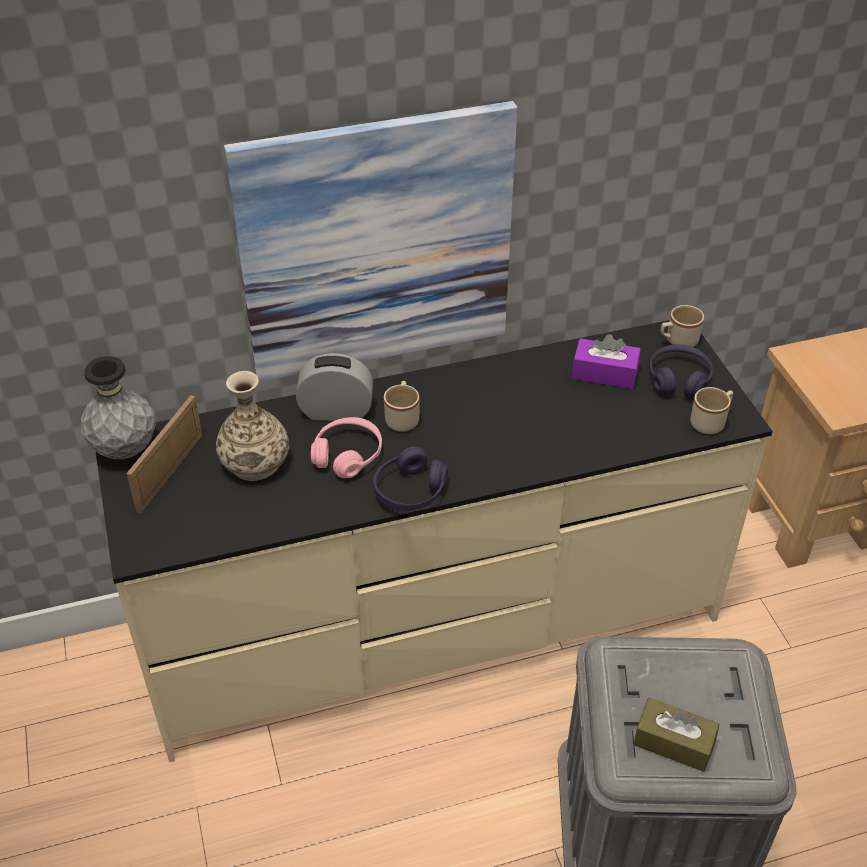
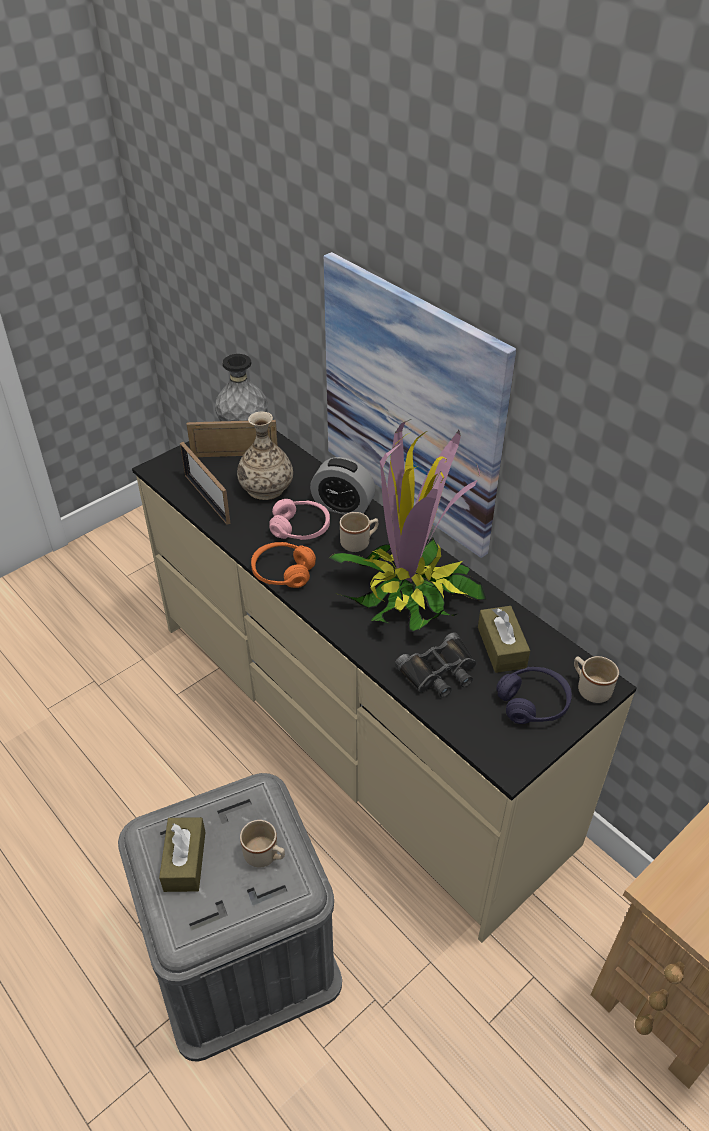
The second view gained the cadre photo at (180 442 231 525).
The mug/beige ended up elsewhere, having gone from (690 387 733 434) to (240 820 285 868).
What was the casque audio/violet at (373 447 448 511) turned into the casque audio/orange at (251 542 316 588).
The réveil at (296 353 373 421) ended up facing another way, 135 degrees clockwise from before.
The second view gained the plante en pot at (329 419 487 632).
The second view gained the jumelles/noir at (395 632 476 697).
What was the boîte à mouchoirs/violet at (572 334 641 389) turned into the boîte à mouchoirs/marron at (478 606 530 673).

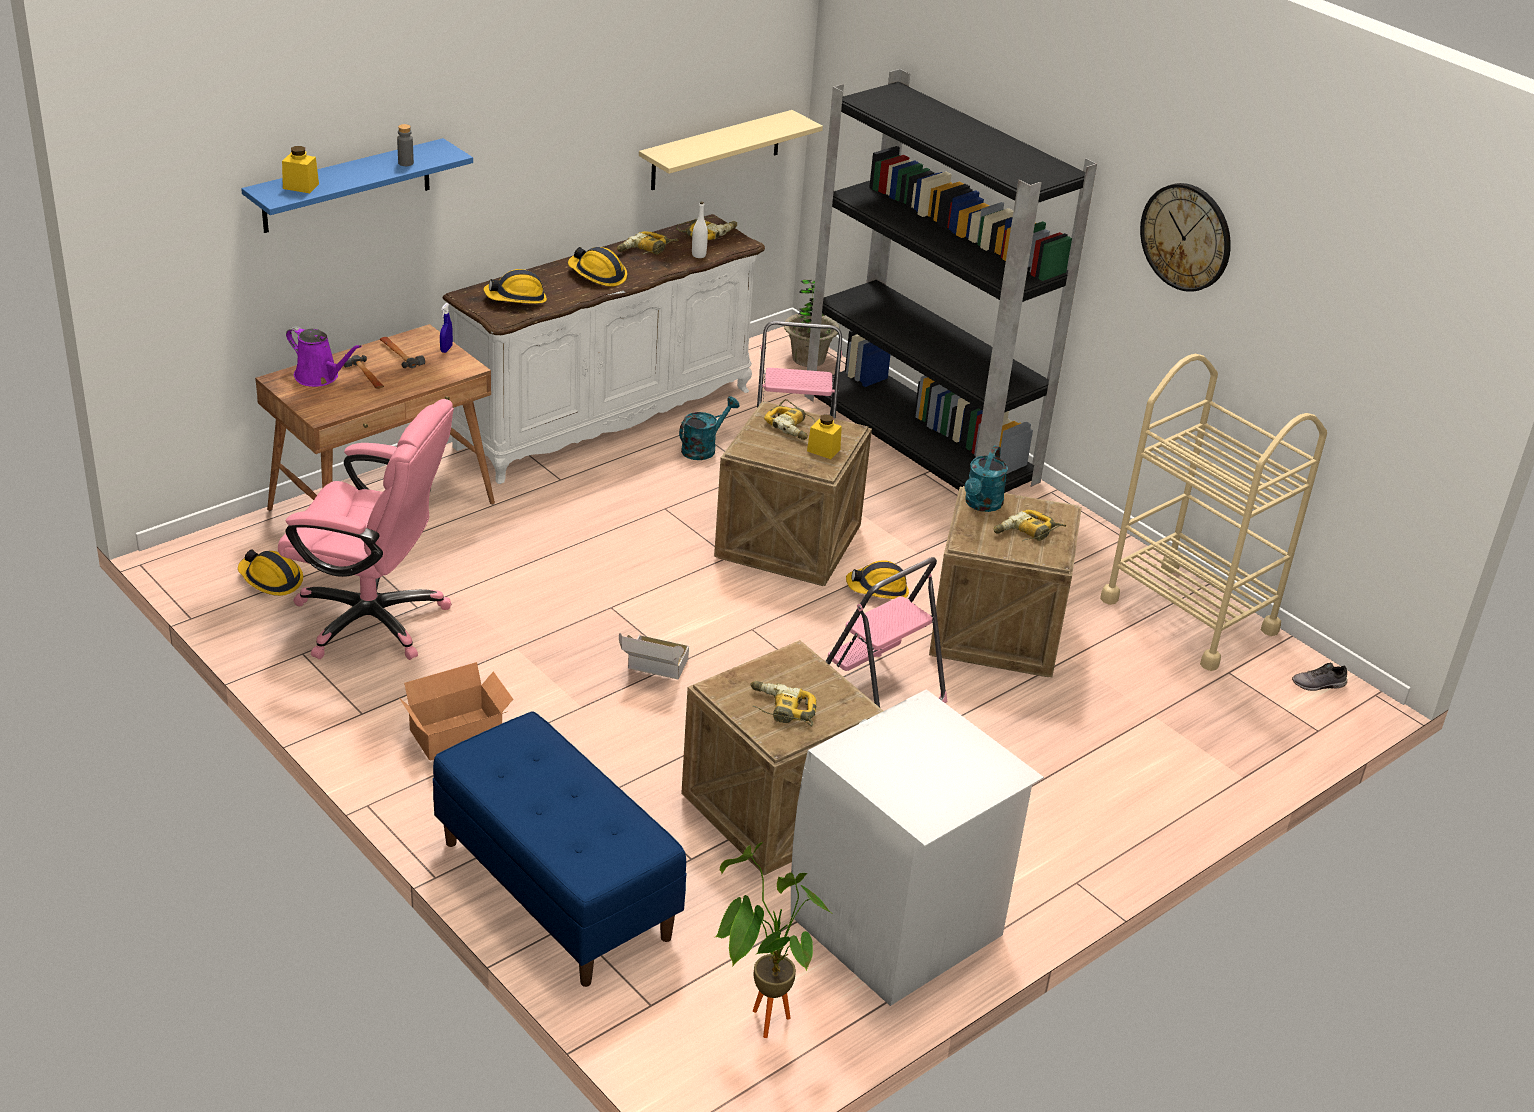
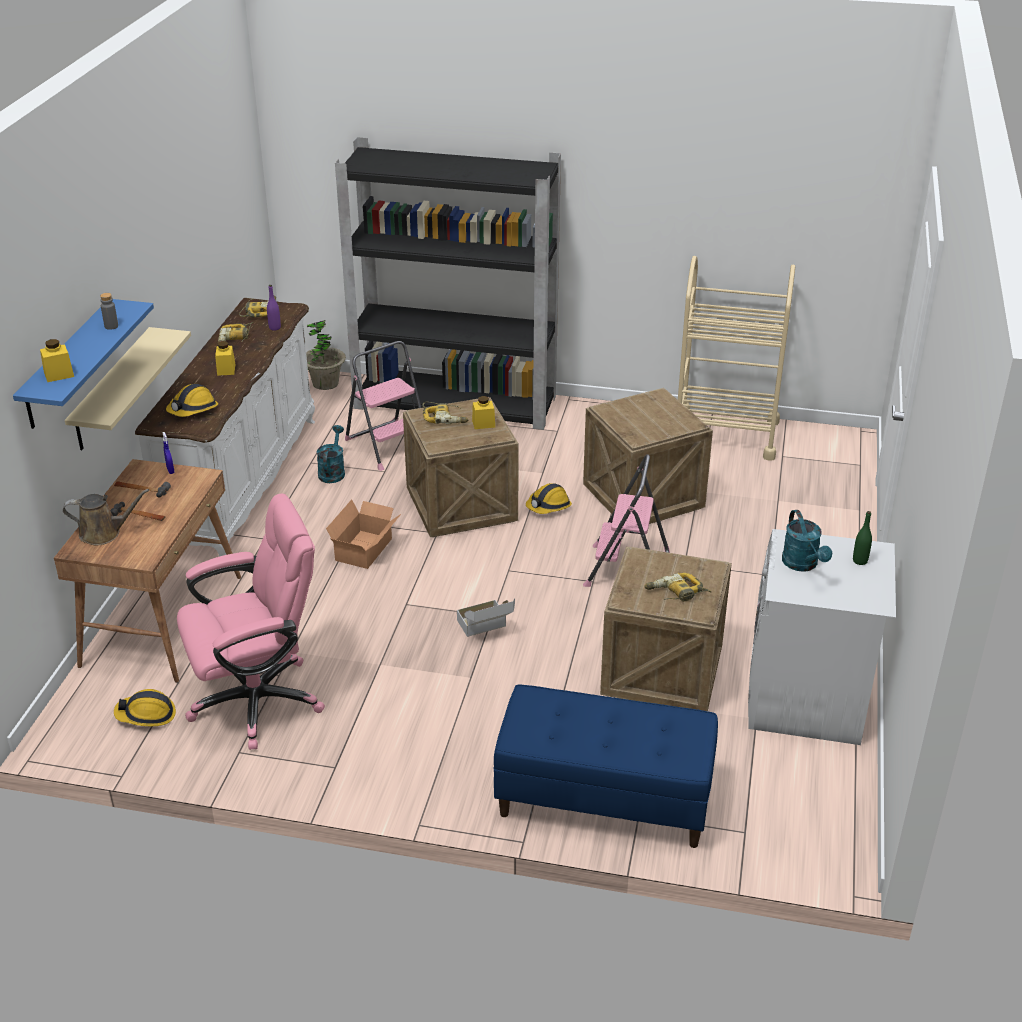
What was the arrosoir/violet at (286 326 362 387) turned into the arrosoir/marron at (63 489 149 545).
The étagère/beige ended up elsewhere, having gone from (639 110 823 190) to (65 327 191 450).
Where the casque de chantier stood at (568 247 627 286), the bocal/jaune came to stand at (215 341 235 376).
What was the bouteille/blanc at (692 202 708 258) turned into the bouteille/violet at (267 285 281 331).
The carton ended up elsewhere, having gone from (399 662 513 761) to (326 499 401 569).
The arrosoir/turquoise ended up elsewhere, having gone from (965 445 1008 512) to (782 510 832 572).
The second view gained the bouteille/vert at (853 511 872 565).
The second view lost the plante en pot at (715 842 831 1038).
The second view lost the perceuse at (994 510 1066 541).
The second view lost the horloge murale at (1140 183 1231 292).
The second view lost the chaussure/gris at (1292 663 1347 691).

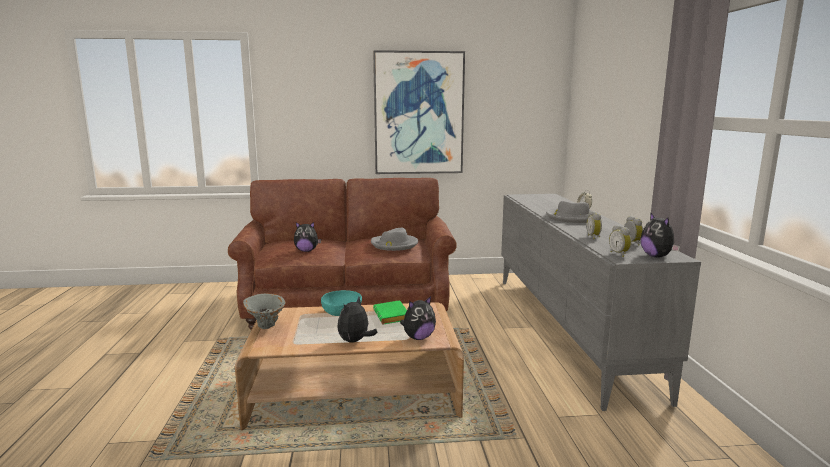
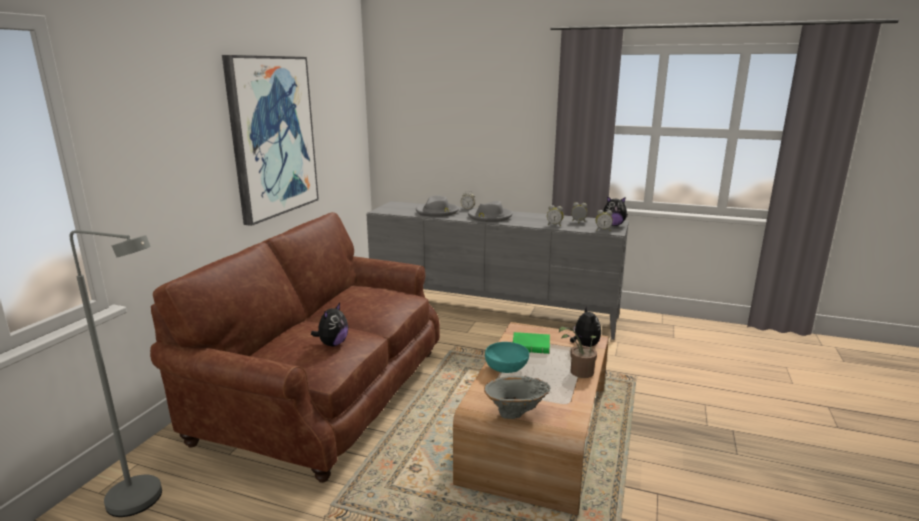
The second view gained the lampadaire/gris at (70 230 162 517).
The chapeau/gris ended up elsewhere, having gone from (371 228 418 251) to (416 195 459 217).
Where the peluche stood at (337 297 378 343), the plante en pot came to stand at (559 327 597 378).

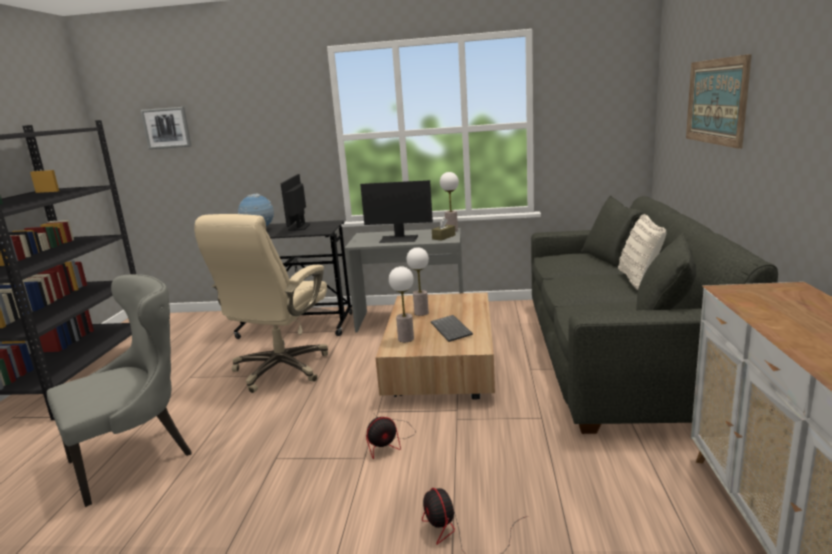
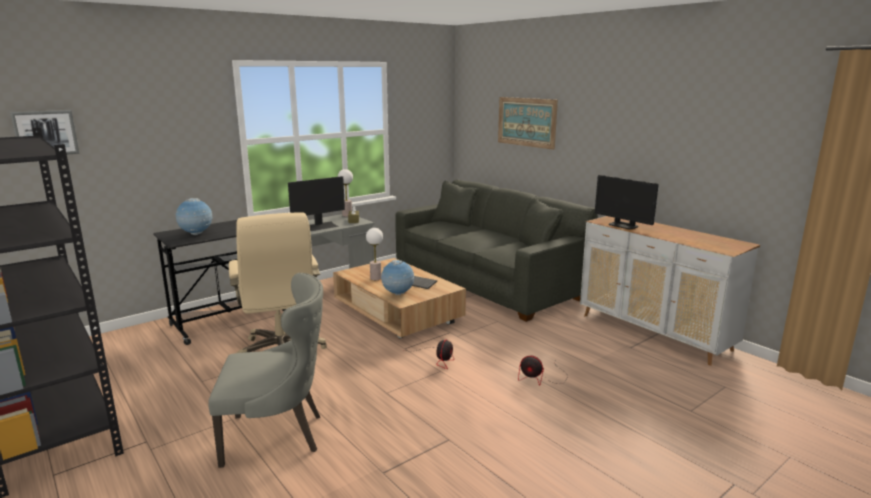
The chaise/gris at (47 274 192 507) ended up facing another way, 75 degrees clockwise from before.
Where the lampe de table stood at (389 266 414 342), the globe came to stand at (381 260 414 295).
The écran d'ordinateur ended up elsewhere, having gone from (281 174 310 231) to (595 175 659 230).
The second view lost the coussin/beige at (618 214 666 290).

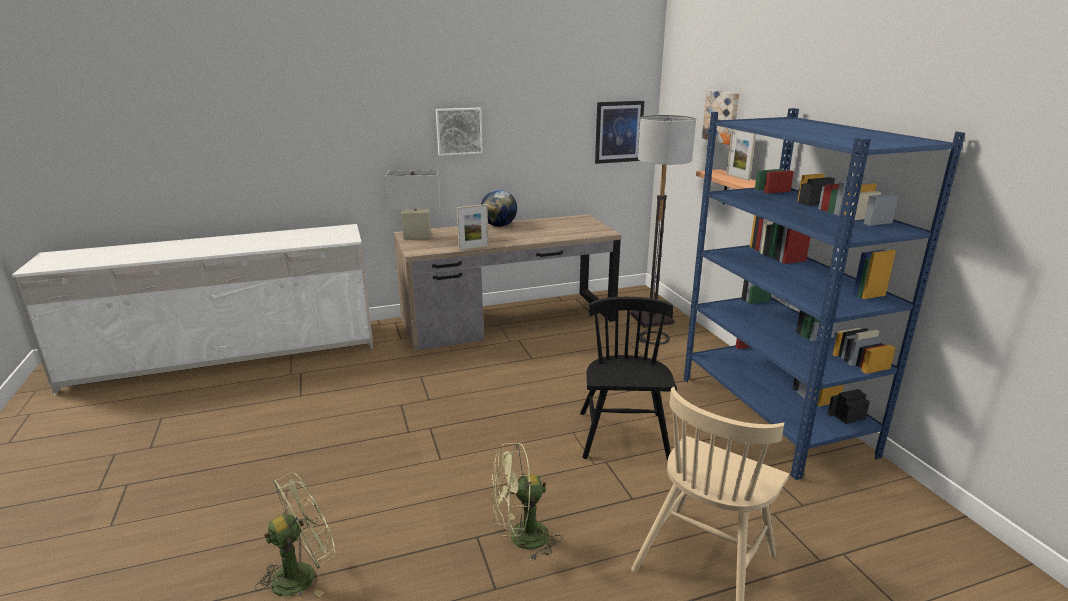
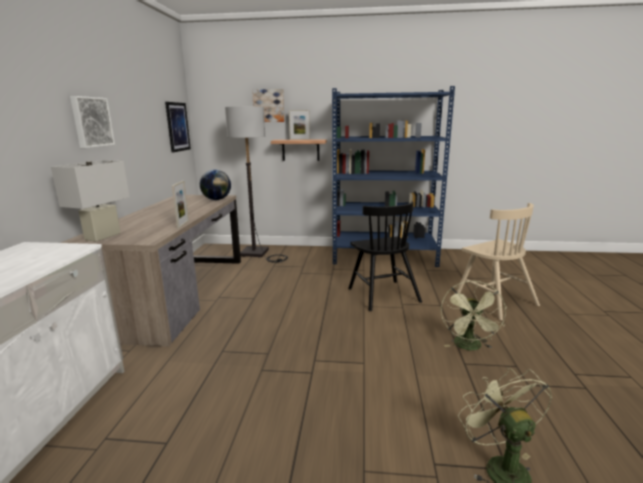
The globe ended up elsewhere, having gone from (481 190 517 227) to (200 169 231 200).
The chaise/noir at (580 297 677 460) ended up facing another way, 135 degrees counterclockwise from before.

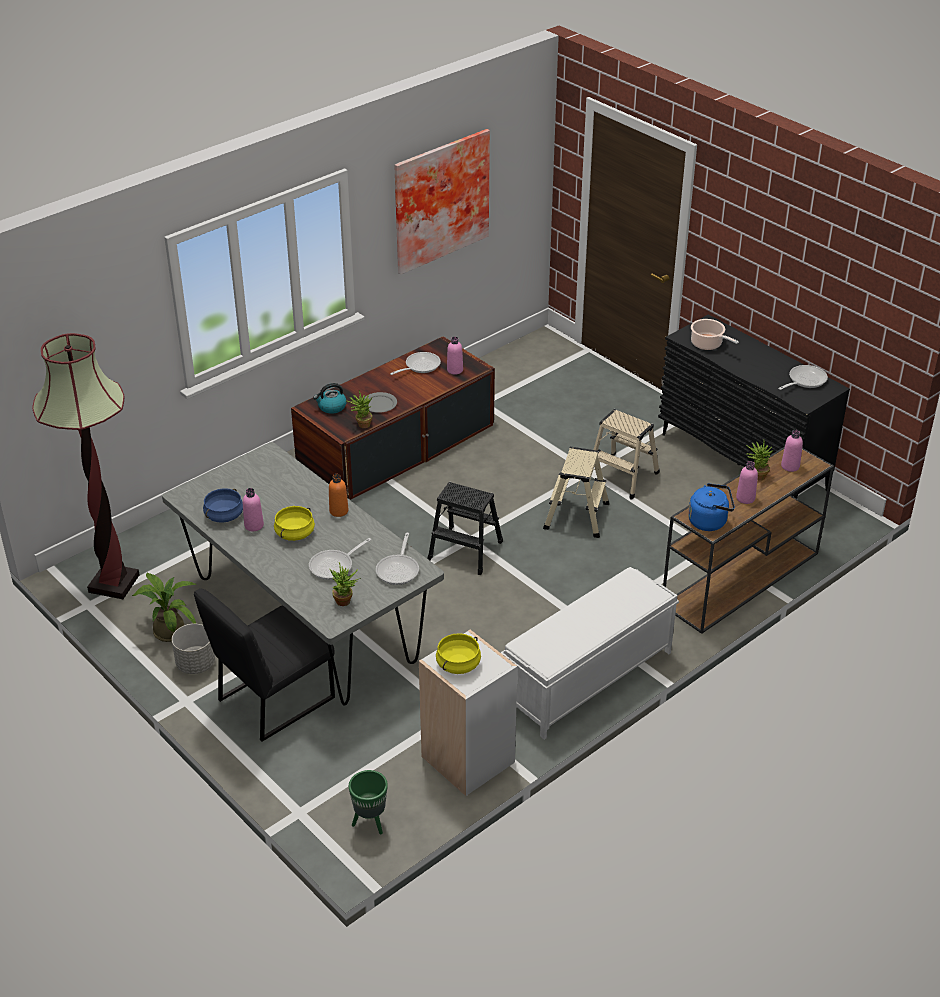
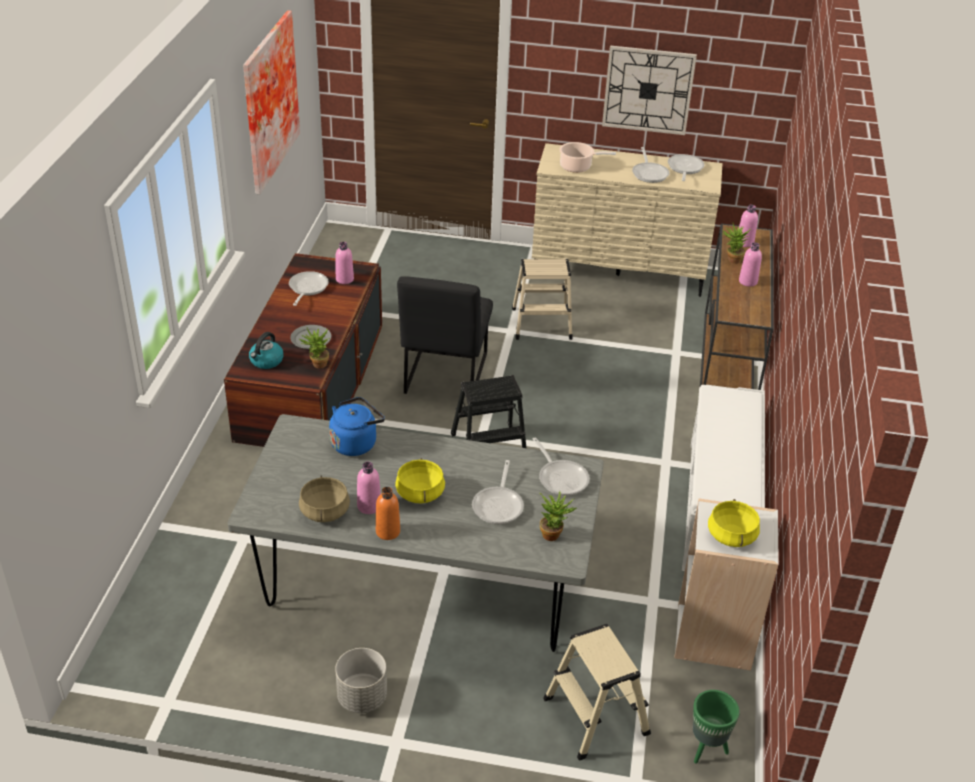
What was the marmite/bleu at (203 488 243 523) turned into the marmite/beige at (299 476 350 522).
The bouilloire/bleu ended up elsewhere, having gone from (688 483 735 531) to (329 397 385 456).
The bouteille/orange ended up elsewhere, having gone from (329 474 349 517) to (376 487 400 540).
The chaise/noir ended up elsewhere, having gone from (194 588 335 742) to (397 276 493 394).
What was the commode/noir at (658 314 850 499) turned into the commode/beige at (532 143 722 297).
The escabeau/beige ended up elsewhere, having gone from (543 447 610 538) to (543 623 651 760).
The second view gained the horloge murale at (602 45 697 135).
The second view gained the poêle at (632 147 669 183).
The second view lost the lampadaire at (32 333 140 599).
The second view lost the plante en pot at (132 572 197 642).

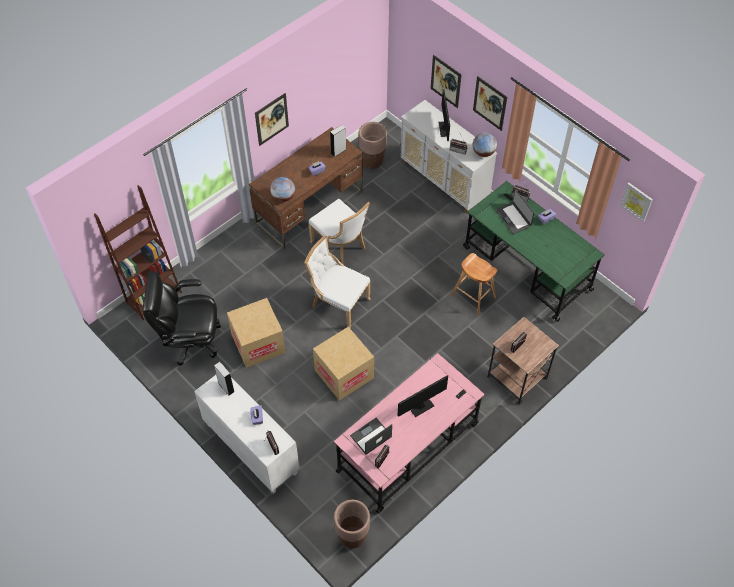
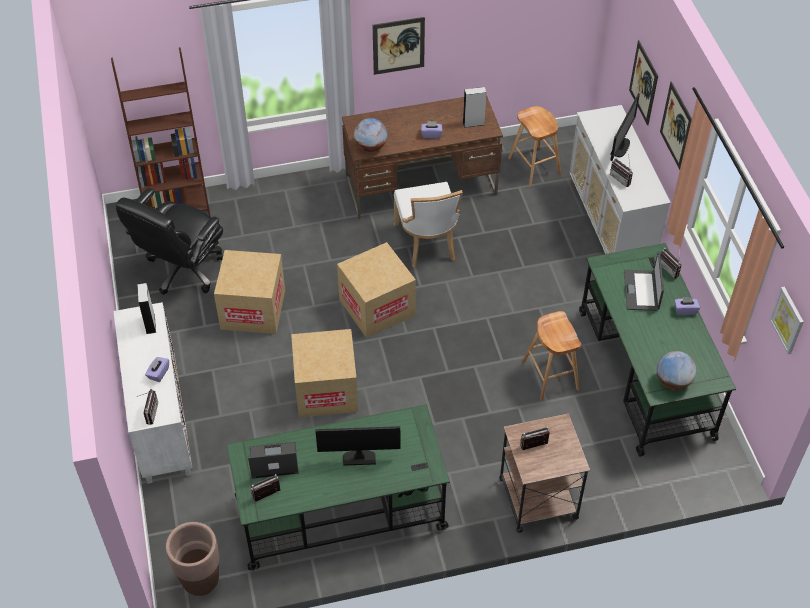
The chaise de bureau/noir at (143 271 221 366) ended up facing another way, 90 degrees counterclockwise from before.
What was the bureau/rose at (334 353 485 514) turned into the bureau/vert at (227 404 450 571).
Where the chaise/blanc stood at (304 235 371 329), the carton came to stand at (337 242 416 338).
Where the cache-pot/marron stood at (359 122 387 169), the tabouret/marron came to stand at (508 106 561 187).
The globe ended up elsewhere, having gone from (473 132 497 157) to (657 351 696 390).

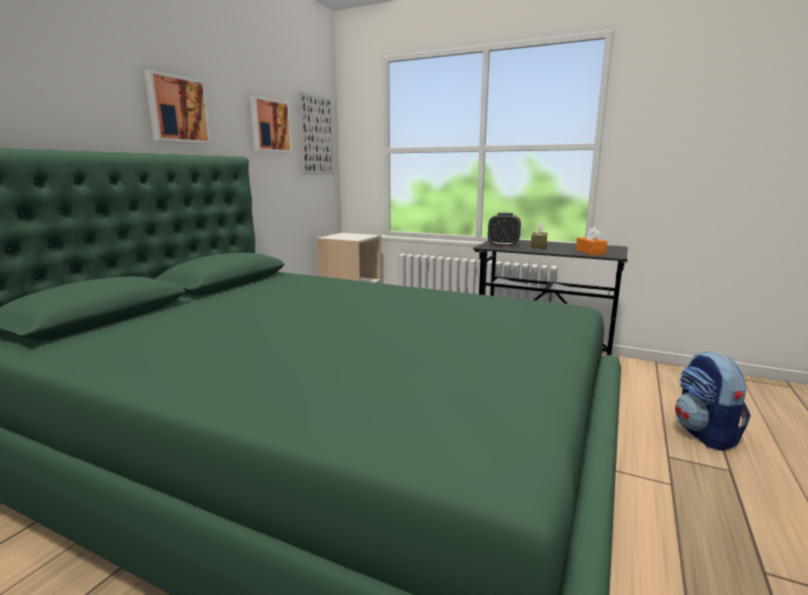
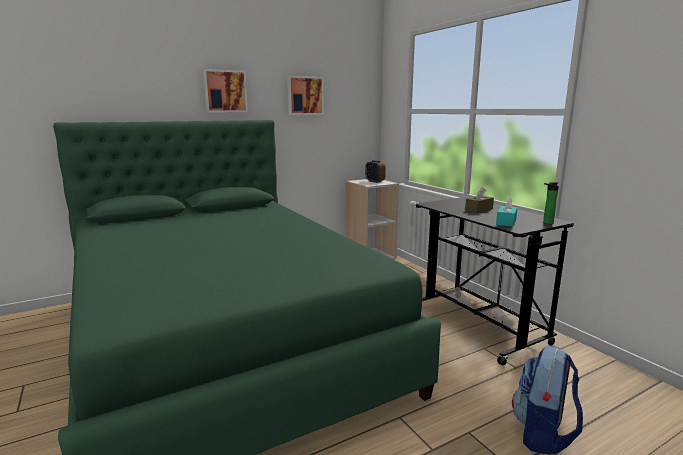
The réveil ended up elsewhere, having gone from (488 213 521 247) to (365 160 386 183).
What was the boîte à mouchoirs/orange at (576 227 607 255) turned into the boîte à mouchoirs/turquoise at (496 197 517 227).
The second view gained the bouteille at (543 182 559 224).
The second view lost the tableau at (298 91 334 175).

